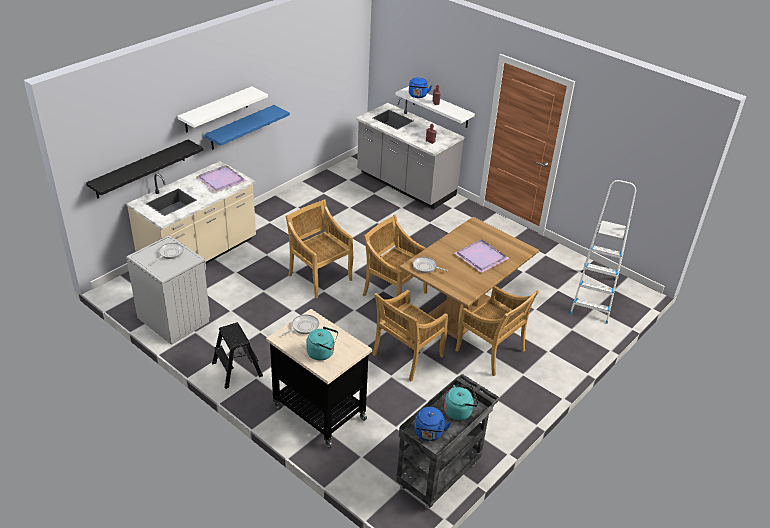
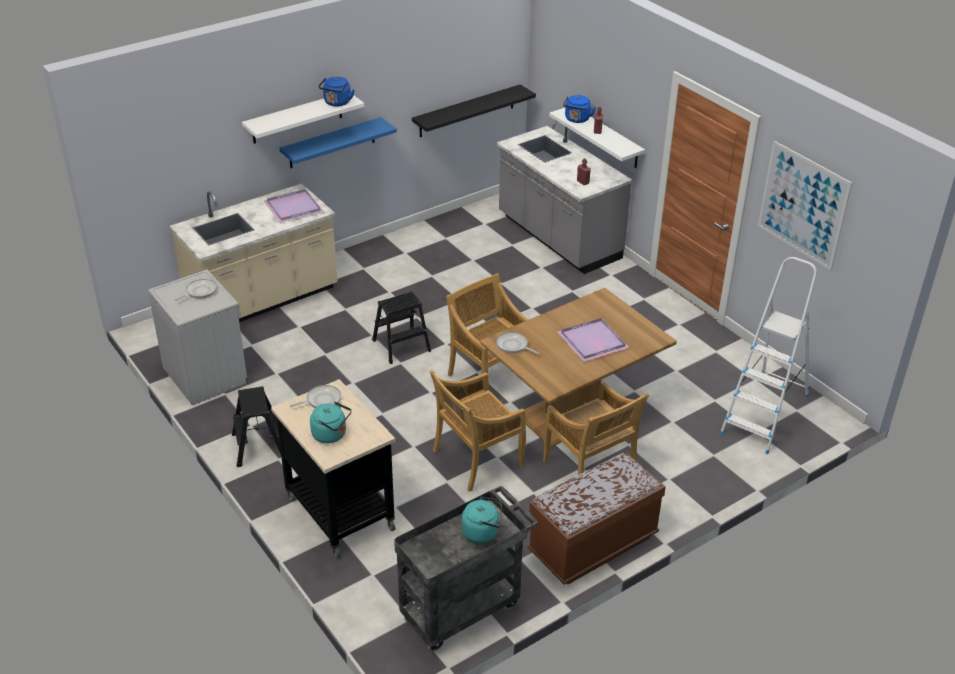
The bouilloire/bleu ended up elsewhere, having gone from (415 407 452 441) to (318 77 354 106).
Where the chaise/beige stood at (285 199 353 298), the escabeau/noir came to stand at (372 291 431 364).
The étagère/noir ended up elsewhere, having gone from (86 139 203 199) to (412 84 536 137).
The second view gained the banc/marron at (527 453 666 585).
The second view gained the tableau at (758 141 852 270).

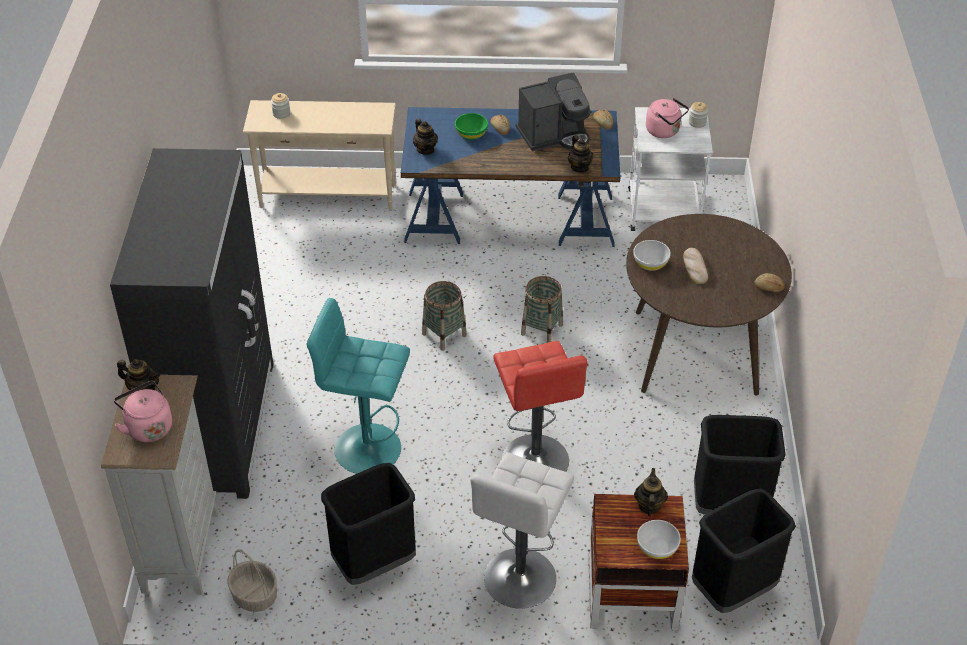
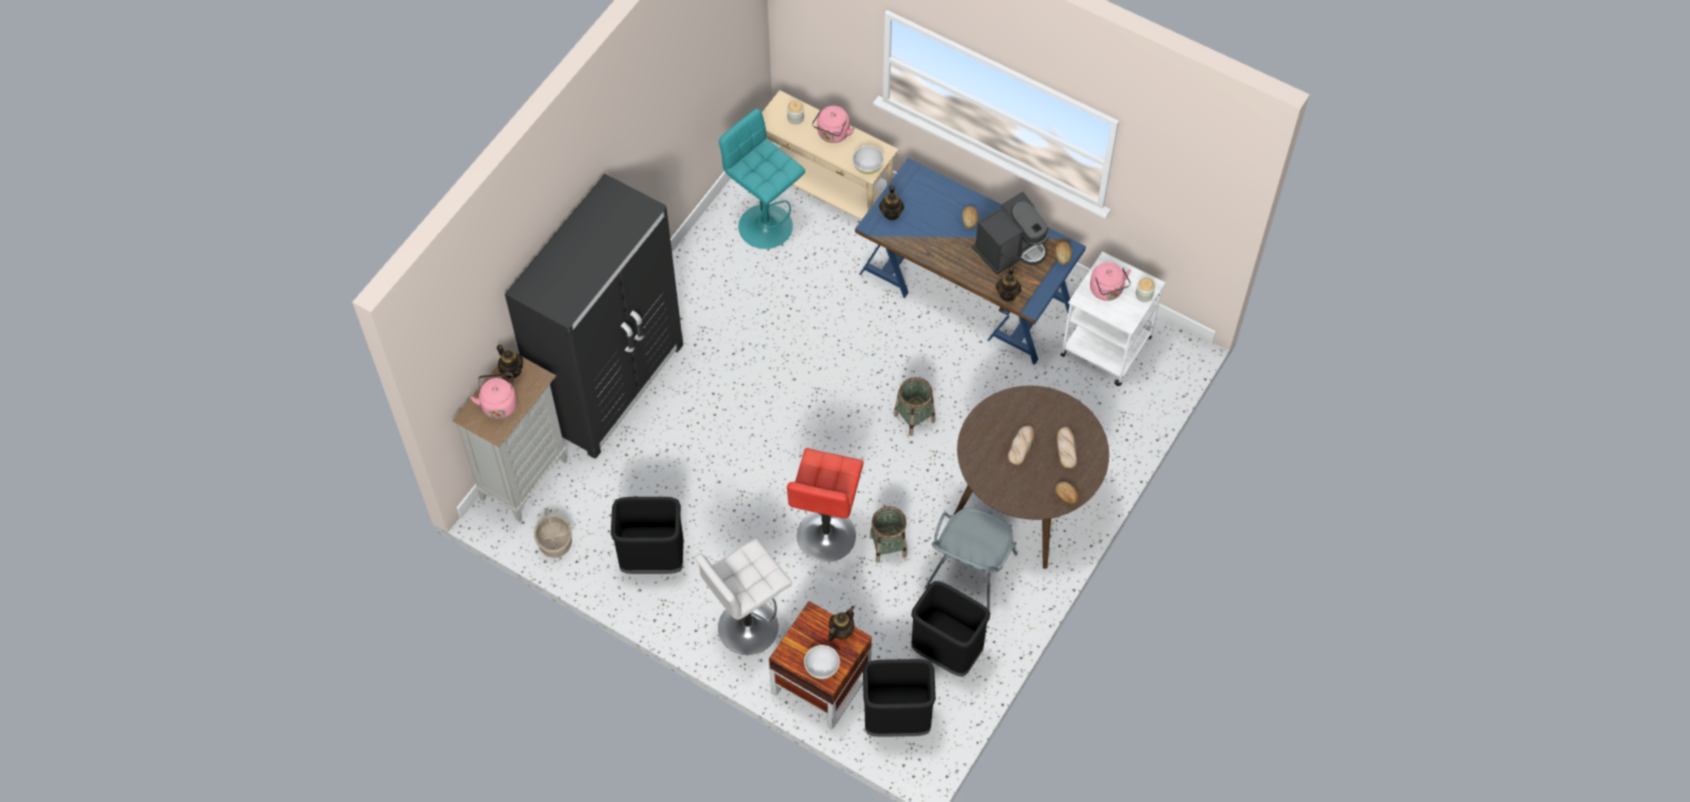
The tabouret/turquoise ended up elsewhere, having gone from (307 298 410 474) to (719 108 805 249).
The second view gained the bouilloire/rose at (812 106 855 143).
The bol/blanc ended up elsewhere, having gone from (633 240 671 271) to (852 146 884 174).
The panier ended up elsewhere, having gone from (422 281 467 351) to (870 506 907 563).
The second view gained the chaise/gris at (924 508 1018 612).
The machine à café at (516 72 591 152) ended up facing another way, 45 degrees counterclockwise from before.
The second view gained the pain at (1057 427 1077 468).
The second view lost the bol/vert at (455 113 488 140).

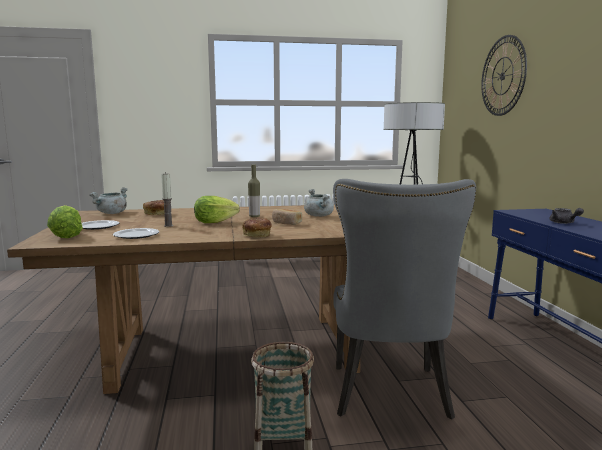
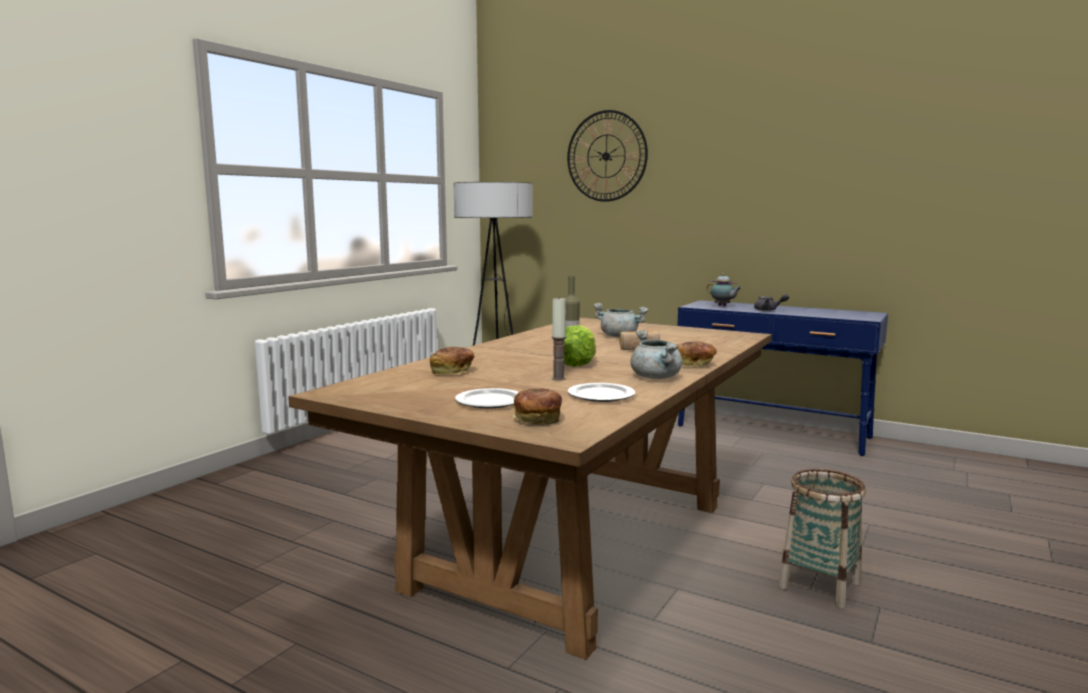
Where the laitue stood at (47 205 83 238), the pain came to stand at (513 388 562 425).
The marmite/gris ended up elsewhere, having gone from (89 187 128 214) to (630 330 682 379).
The second view gained the théière at (706 273 742 306).
The second view lost the chaise/gris at (333 179 476 420).

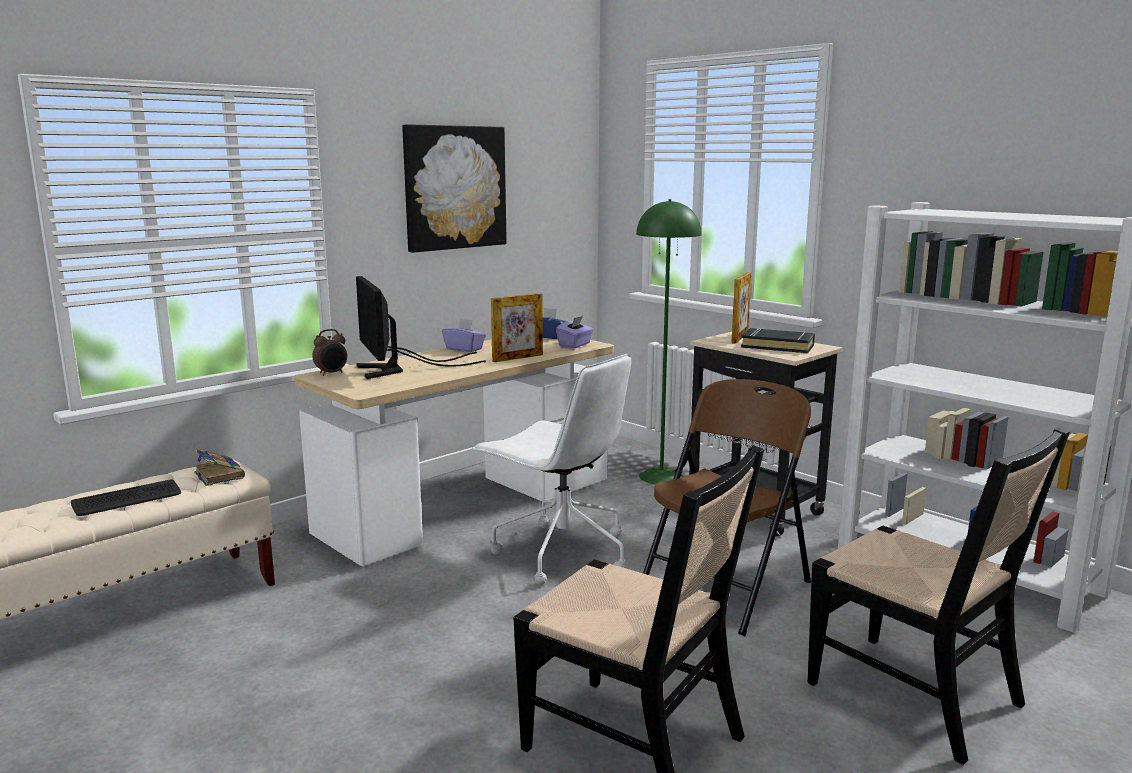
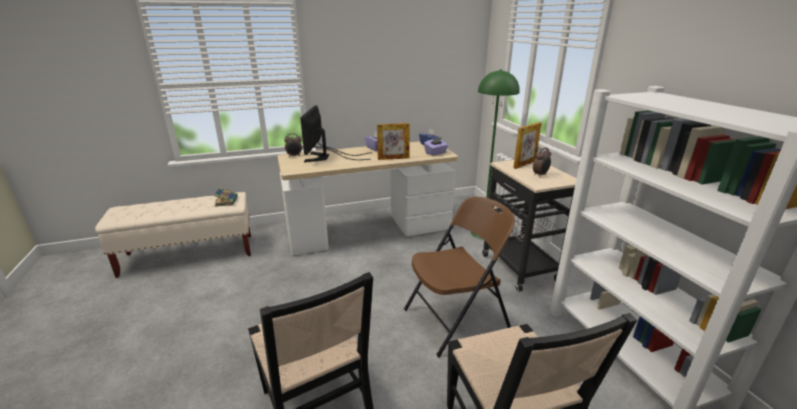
Where the livre/noir stood at (741 328 815 353), the réveil came to stand at (533 147 551 177).
The second view lost the clavier at (71 479 181 516).
The second view lost the tableau at (402 124 507 253).
The second view lost the chaise de bureau/blanc at (472 354 631 585).

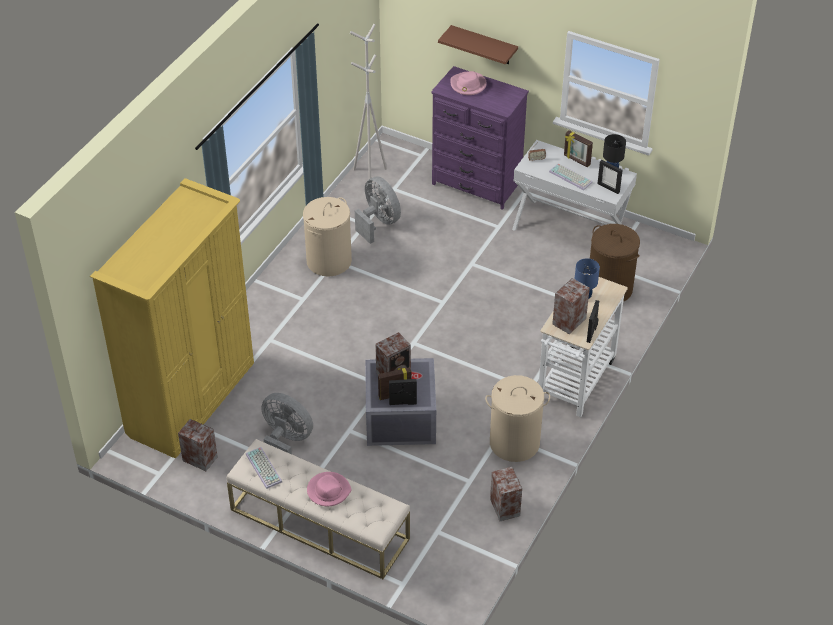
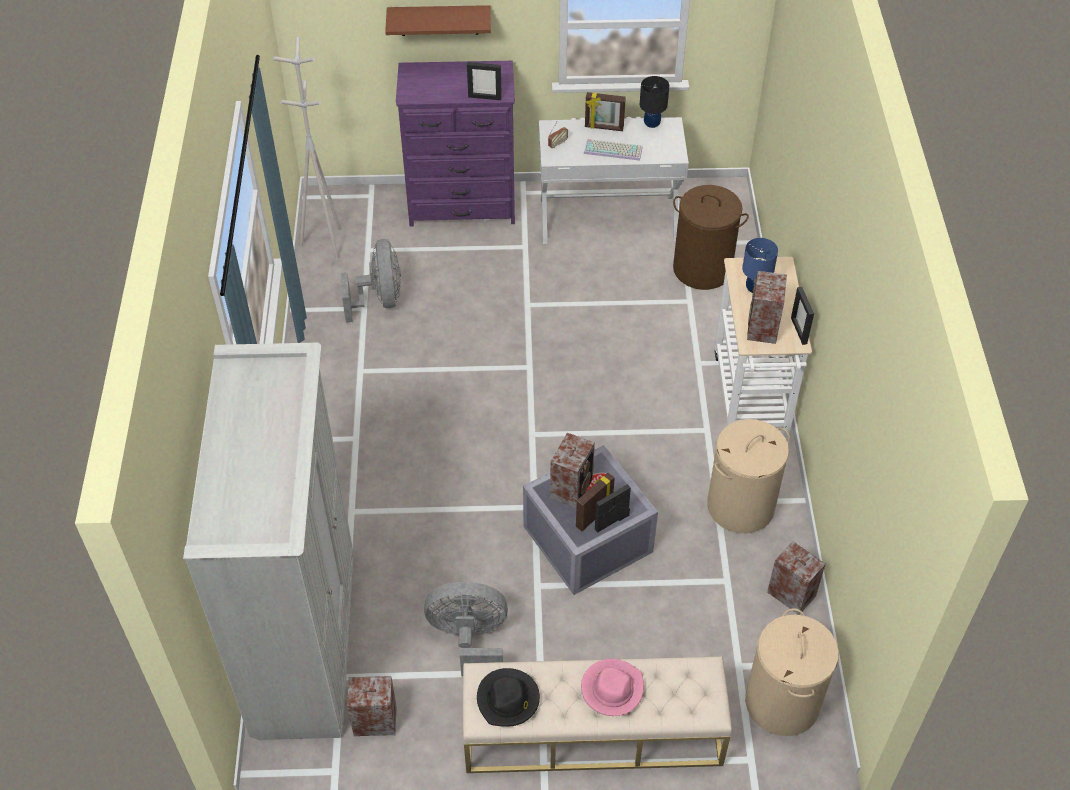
What was the armoire/jaune at (90 178 254 458) turned into the armoire/blanc at (183 343 354 740).
The ventilateur/gris at (355 177 401 244) ended up facing another way, 60 degrees clockwise from before.
The cadre photo ended up elsewhere, having gone from (598 160 623 194) to (467 62 502 100).
Where the clavier stood at (246 447 282 489), the chapeau/noir came to stand at (477 668 540 727).
The panier à linge/beige ended up elsewhere, having gone from (303 197 352 277) to (745 608 839 736).
The second view lost the chapeau/rose at (450 71 486 95).

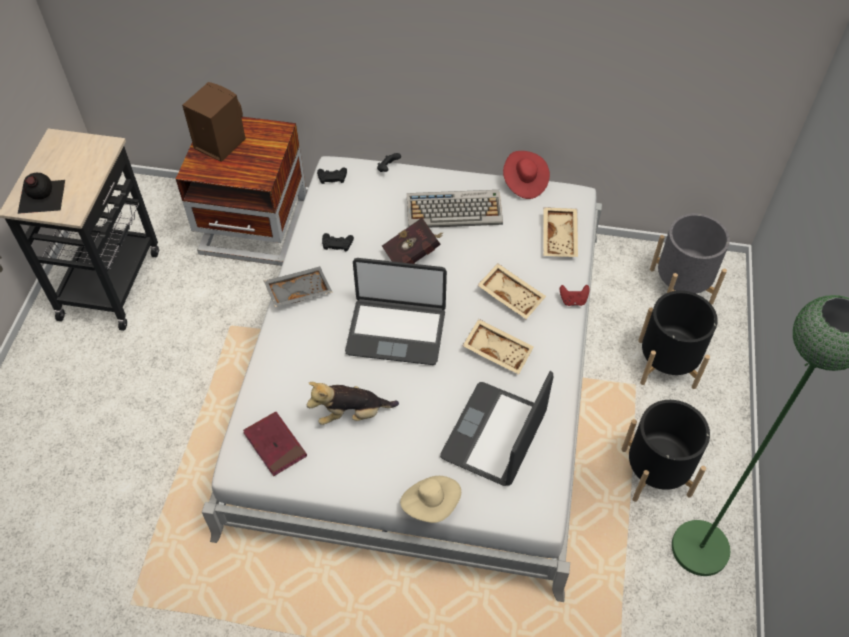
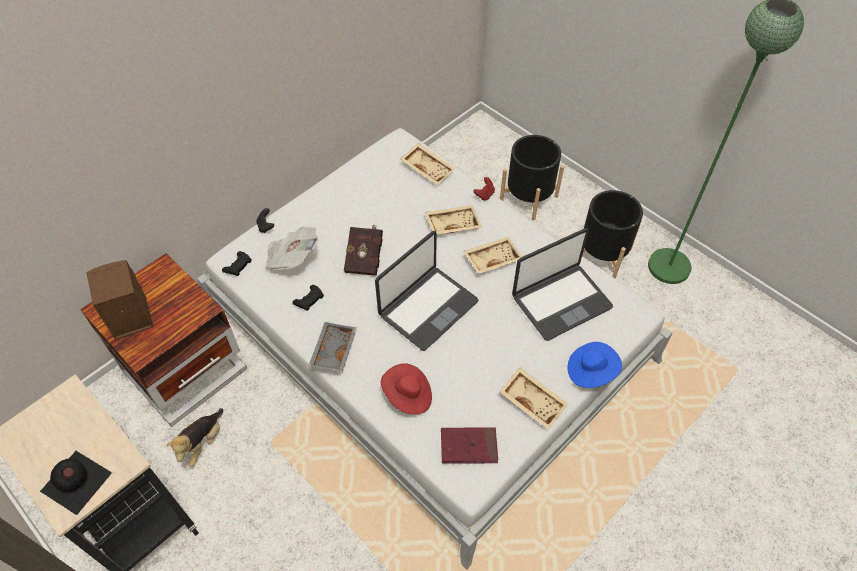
The peluche ended up elsewhere, having gone from (307 382 399 425) to (167 408 223 467).
The second view gained the journal at (265 227 318 270).
The chapeau/rouge ended up elsewhere, having gone from (503 151 550 199) to (381 363 432 415).
The second view gained the plateau/beige at (499 367 568 430).
The ordinateur portable at (440 371 553 486) ended up facing another way, 90 degrees counterclockwise from before.
What was the chapeau/beige at (400 476 461 523) turned into the chapeau/bleu at (567 342 622 388).
The second view lost the clavier at (407 190 503 228).
The second view lost the cache-pot/gris at (650 213 730 305).

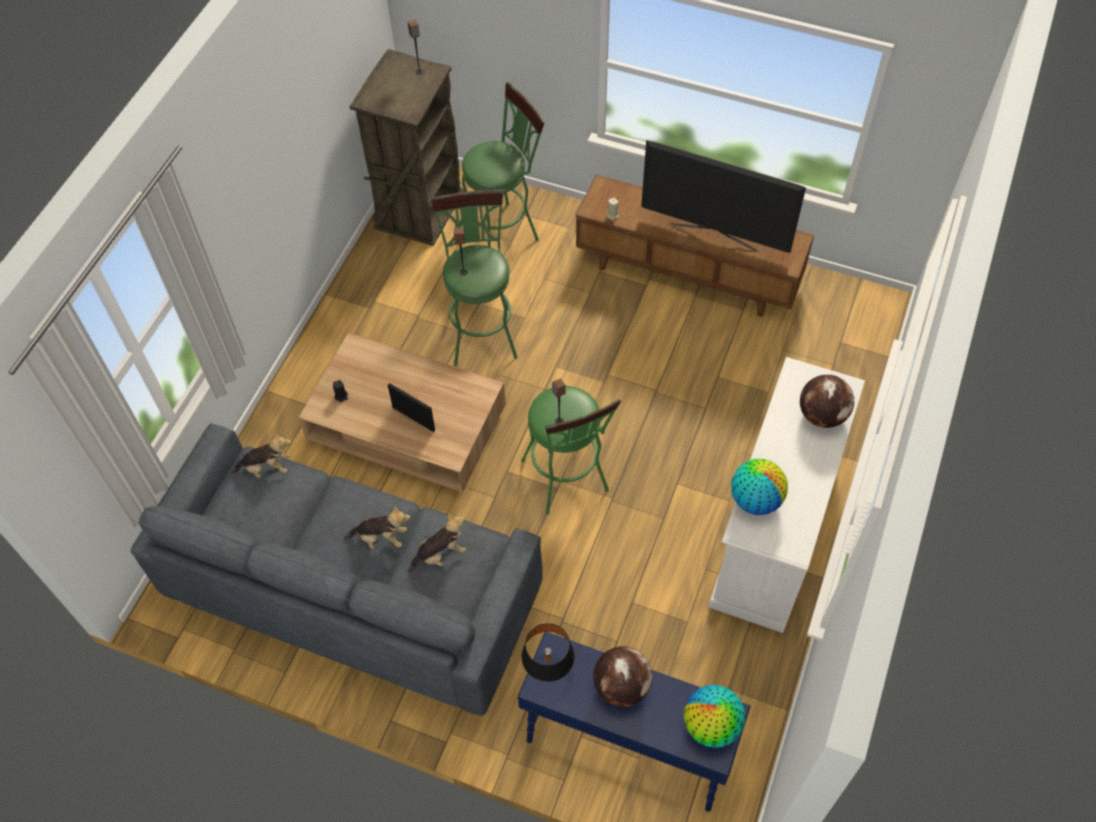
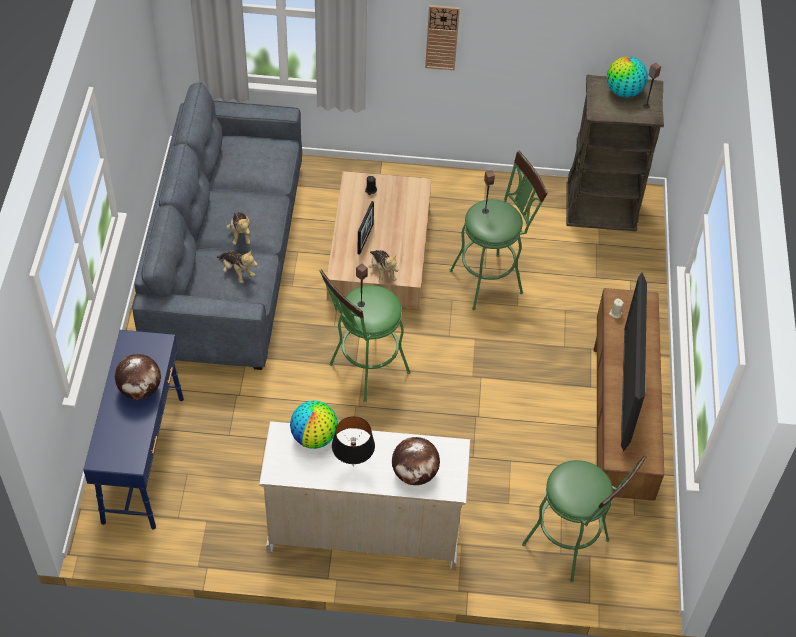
The lampe de table/noir ended up elsewhere, having gone from (521 623 575 682) to (332 416 375 464).
The peluche ended up elsewhere, having gone from (231 432 291 478) to (369 250 399 283).
The second view gained the horloge murale at (425 5 460 70).
The tabouret/vert ended up elsewhere, having gone from (460 82 545 247) to (522 456 646 582).
The globe ended up elsewhere, having gone from (684 685 745 748) to (607 56 648 98).

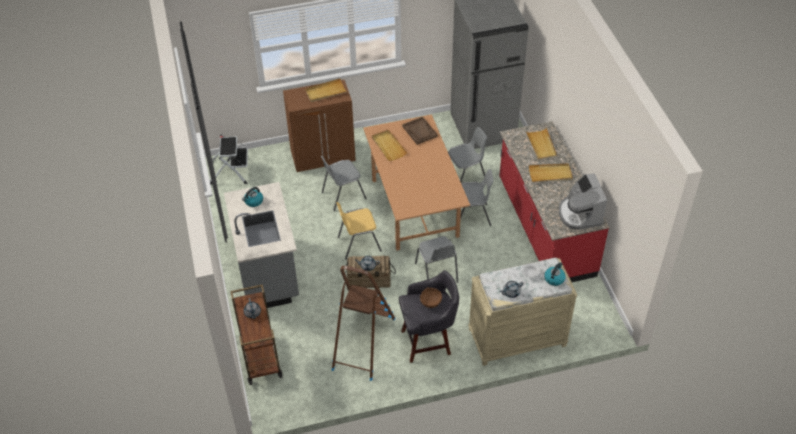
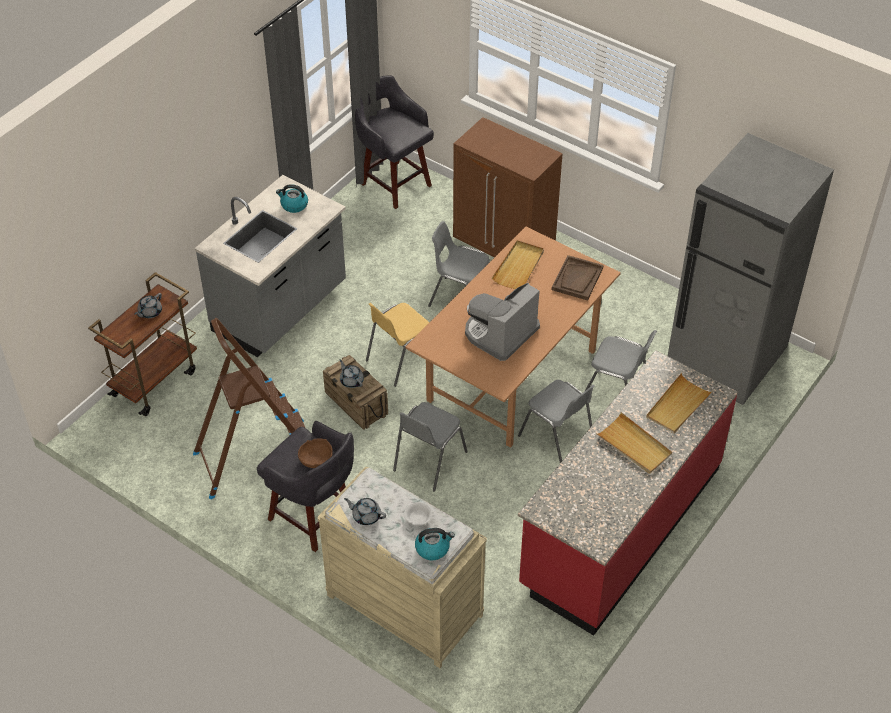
Where the escabeau stood at (210 134 248 185), the tabouret/gris came to stand at (355 75 434 209).
The chaise/jaune at (336 202 382 260) ended up facing another way, 75 degrees counterclockwise from before.
The machine à café ended up elsewhere, having gone from (559 173 607 230) to (465 283 540 361).
The second view lost the plateau/beige at (305 78 347 102).

